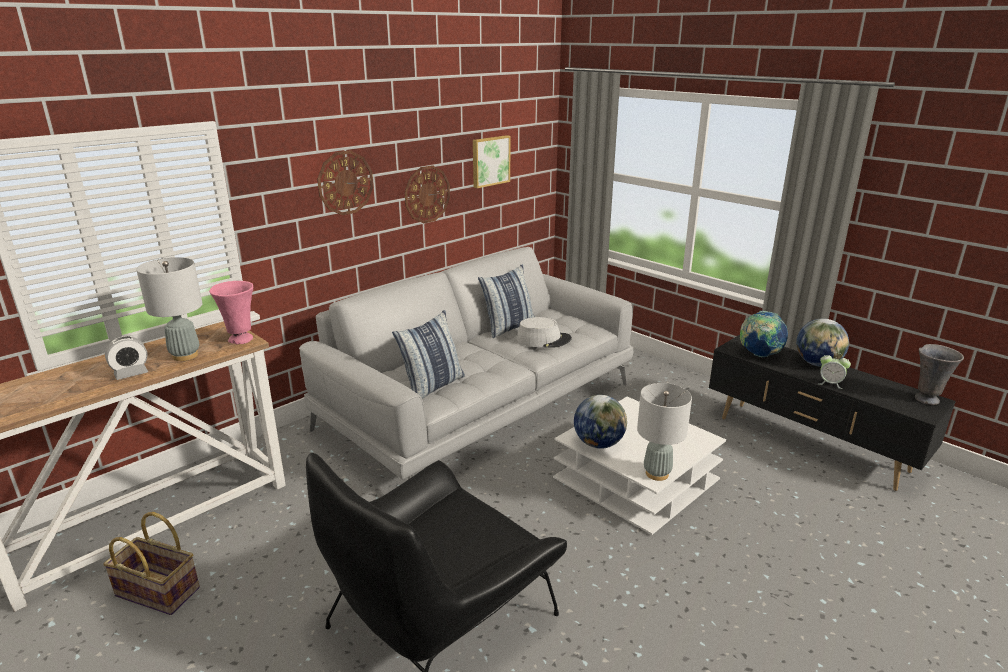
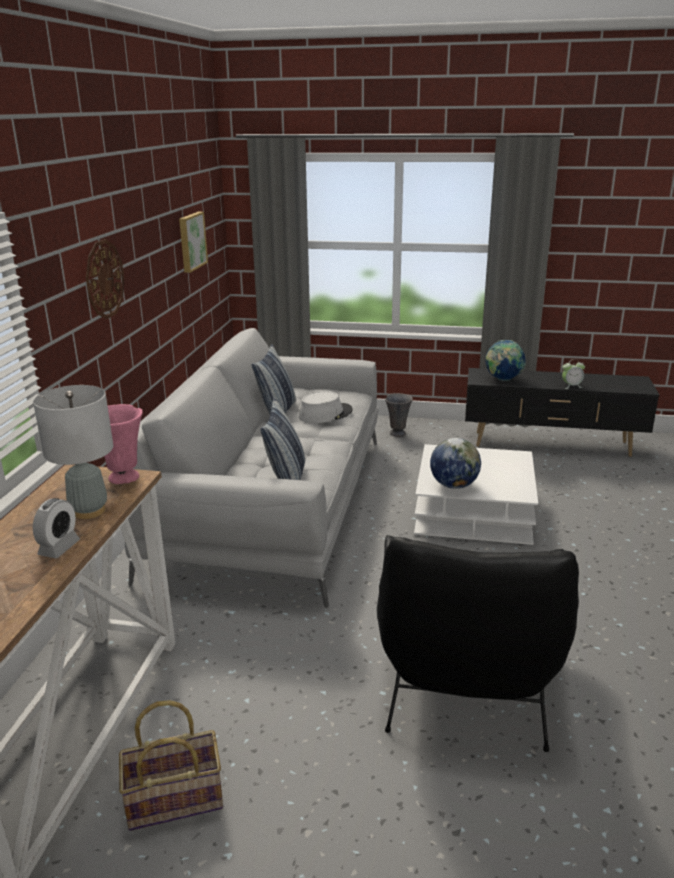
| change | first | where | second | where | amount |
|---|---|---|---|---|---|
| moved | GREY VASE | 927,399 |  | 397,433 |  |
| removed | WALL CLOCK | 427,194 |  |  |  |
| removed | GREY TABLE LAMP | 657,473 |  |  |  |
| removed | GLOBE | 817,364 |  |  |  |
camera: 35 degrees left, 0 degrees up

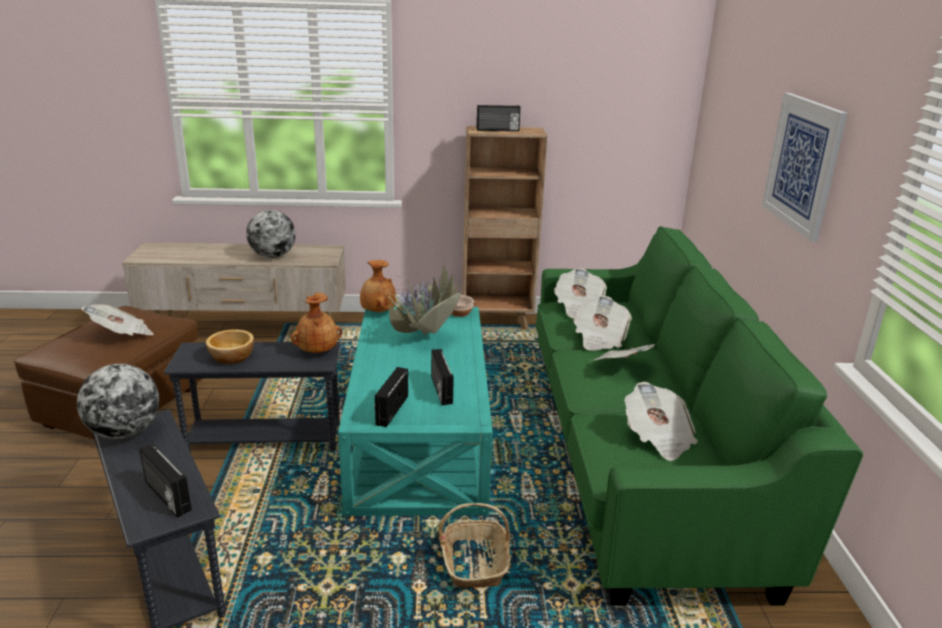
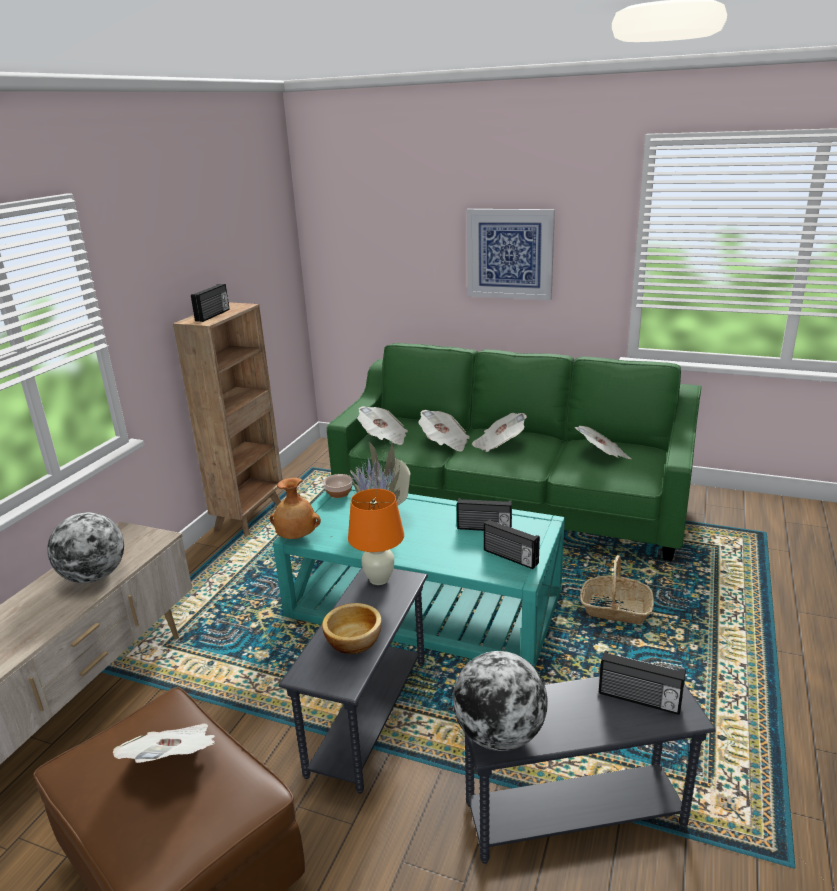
| change | first | where | second | where | amount |
|---|---|---|---|---|---|
| replaced | BROWN VASE | 317,351 | ORANGE TABLE LAMP | 379,579 |  |
| turned | RADIO | 166,496 |  | 639,700 | 45 degrees clockwise |
camera: 65 degrees left, 0 degrees up

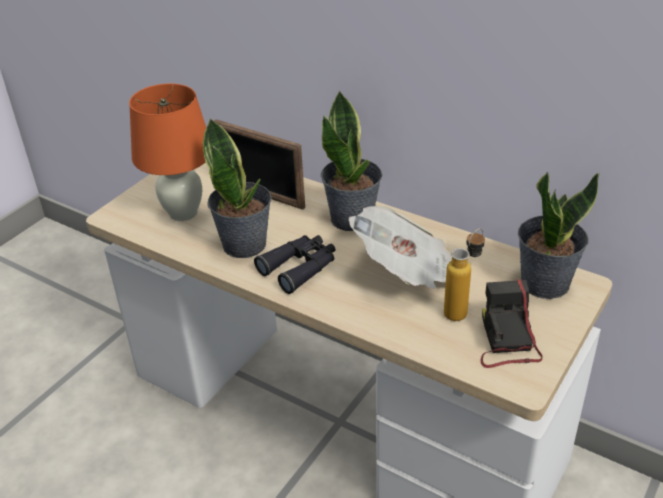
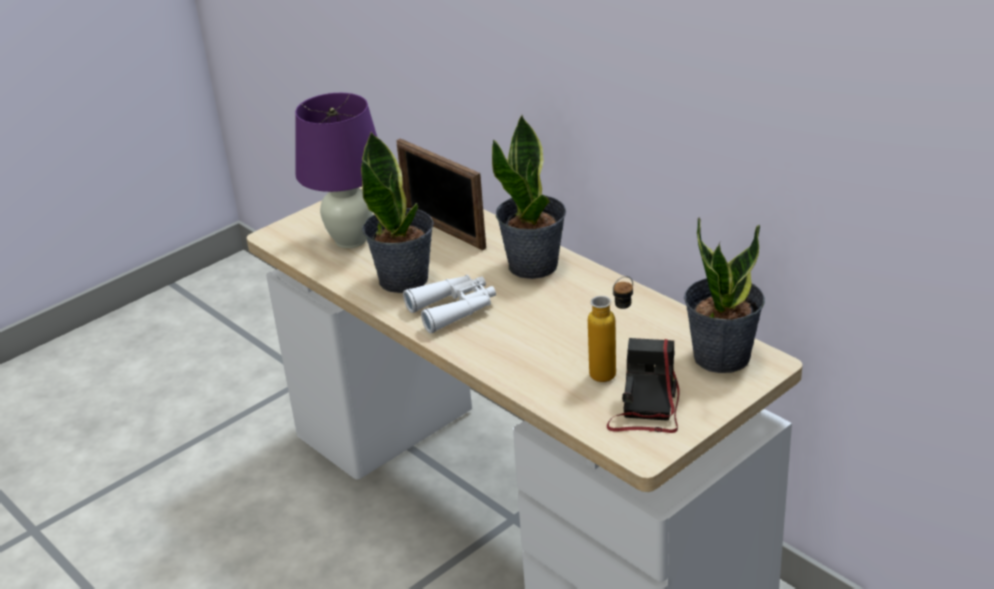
| change | first | where | second | where | amount |
|---|---|---|---|---|---|
| recoloured | ORANGE TABLE LAMP | 183,213 | PURPLE TABLE LAMP | 351,240 |  |
| recoloured | BLACK BINOCULARS | 300,268 | WHITE BINOCULARS | 454,309 |  |
| removed | NEWSPAPER | 409,273 |  |  |  |
camera: 15 degrees right, 5 degrees down

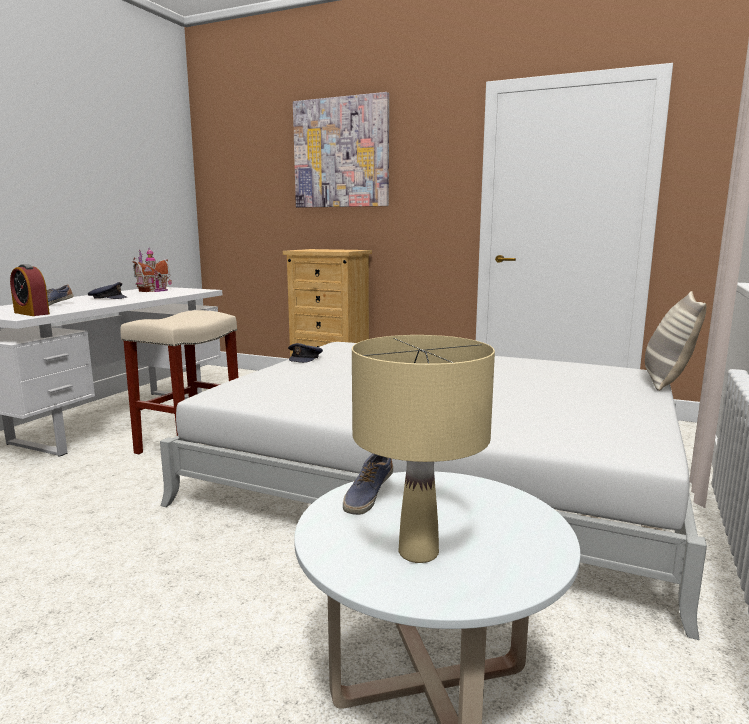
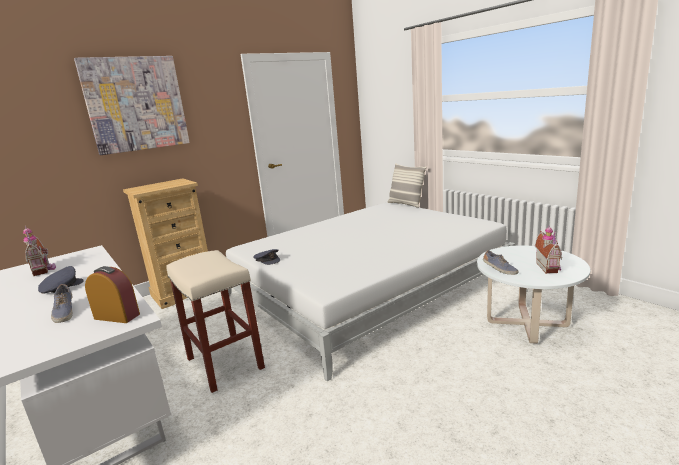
| change | first | where | second | where | amount |
|---|---|---|---|---|---|
| turned | ALARM CLOCK | 31,313 |  | 117,316 | 135 degrees counterclockwise |
| replaced | BEIGE TABLE LAMP | 418,552 | TOY HOUSE | 549,267 |  |
camera: 60 degrees left, 5 degrees up

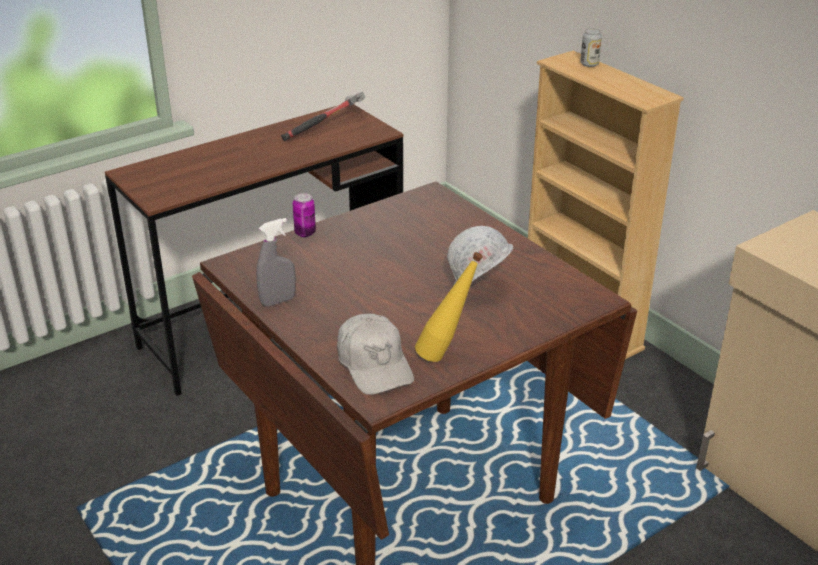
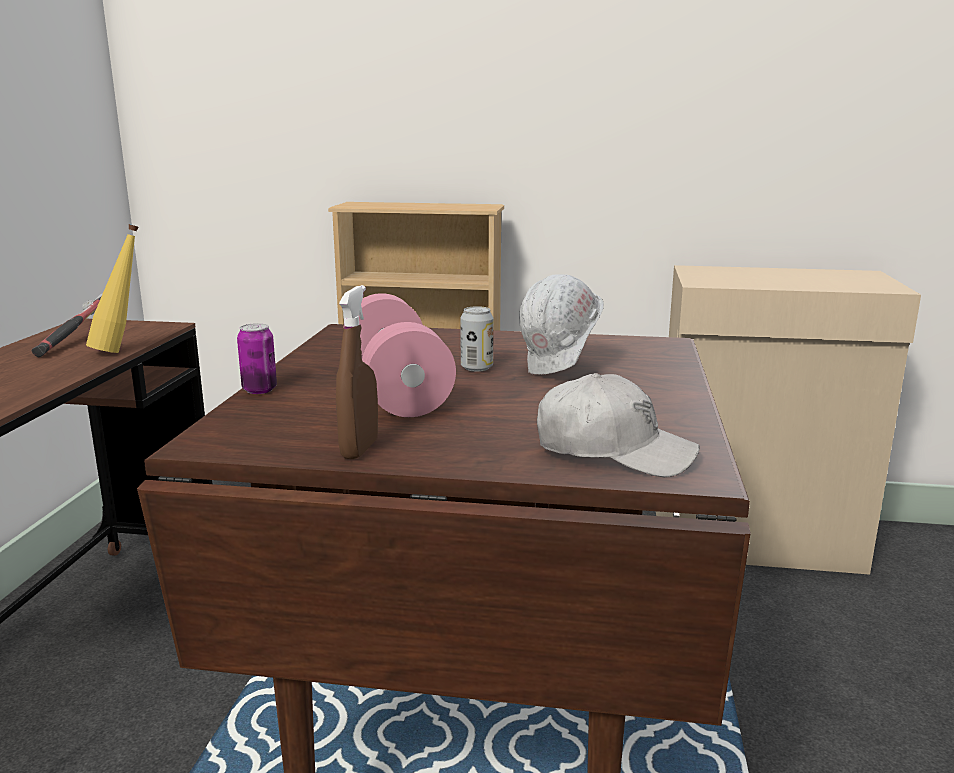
| change | first | where | second | where | amount |
|---|---|---|---|---|---|
| moved | YELLOW BOTTLE | 446,356 |  | 121,350 |  |
| recoloured | GREY SPRAY BOTTLE | 278,301 | BROWN SPRAY BOTTLE | 359,449 |  |
| added |  |  | PINK DUMBBELL | 396,389 |  |
| moved | CAN | 589,64 |  | 476,368 |  |
camera: 45 degrees left, 15 degrees down

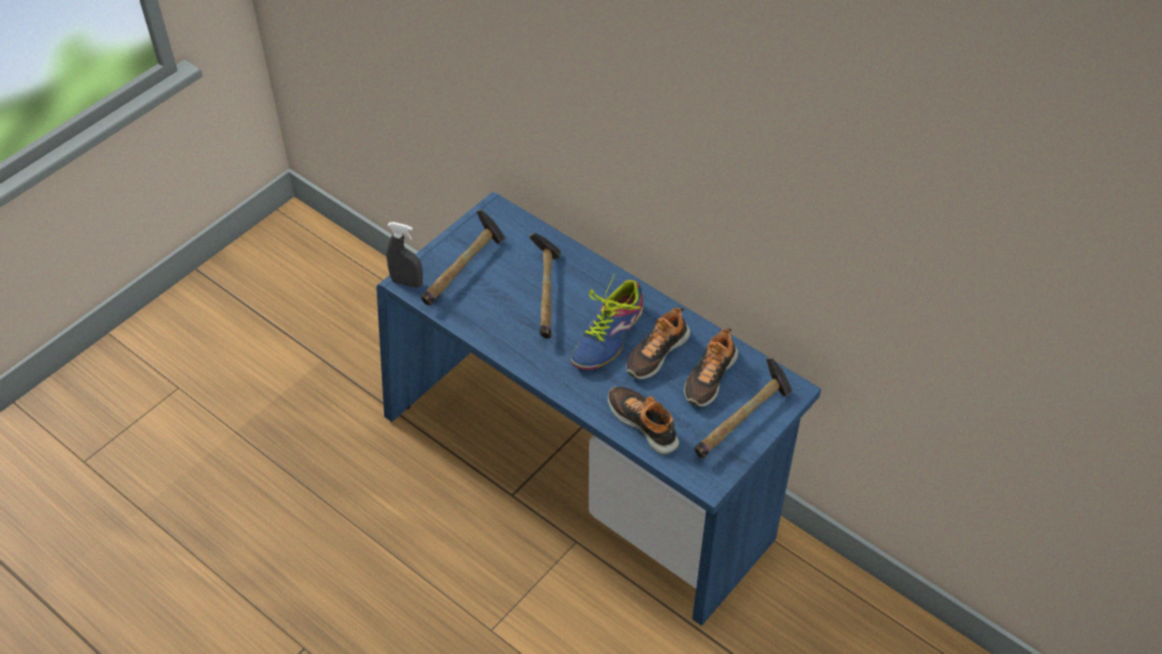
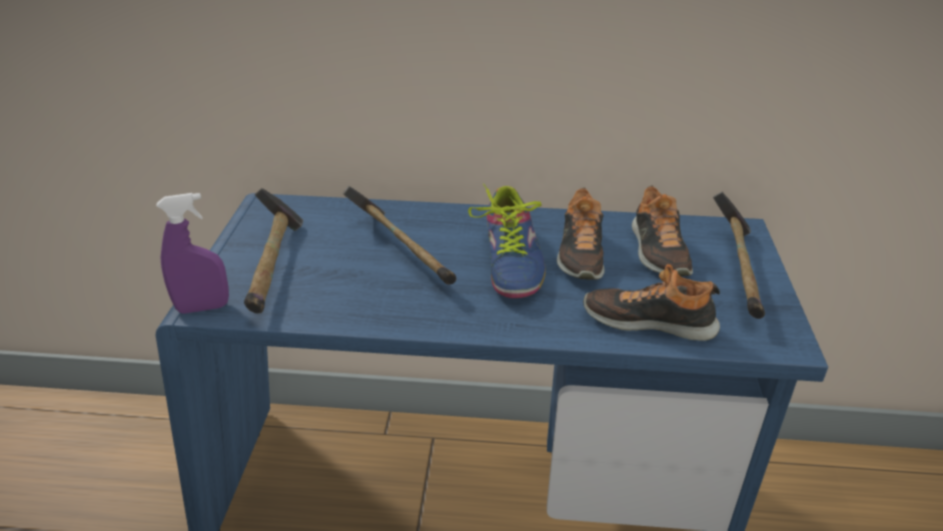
| change | first | where | second | where | amount |
|---|---|---|---|---|---|
| recoloured | GREY SPRAY BOTTLE | 407,282 | PURPLE SPRAY BOTTLE | 203,307 |  |
camera: 35 degrees left, 15 degrees down

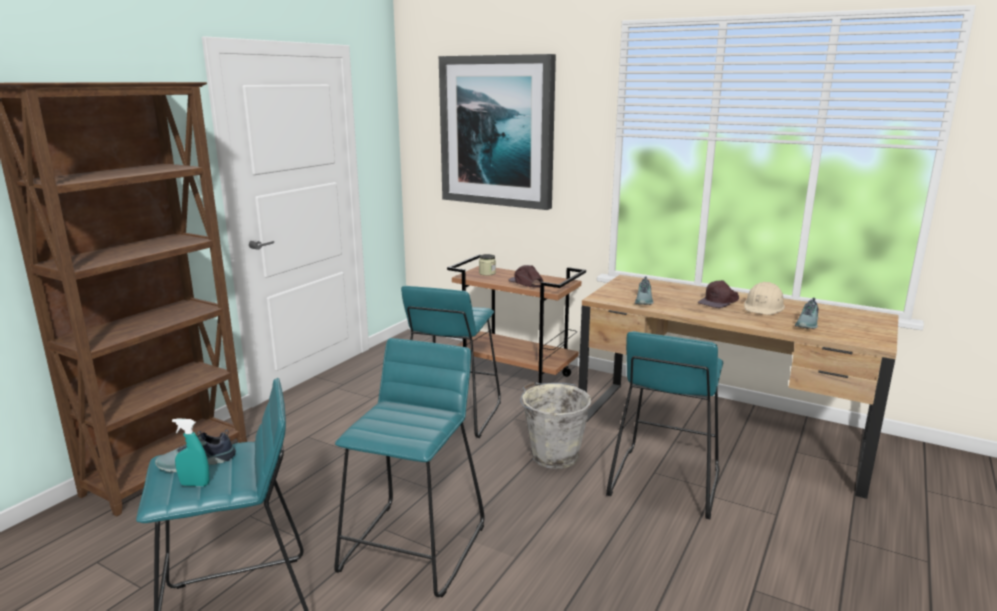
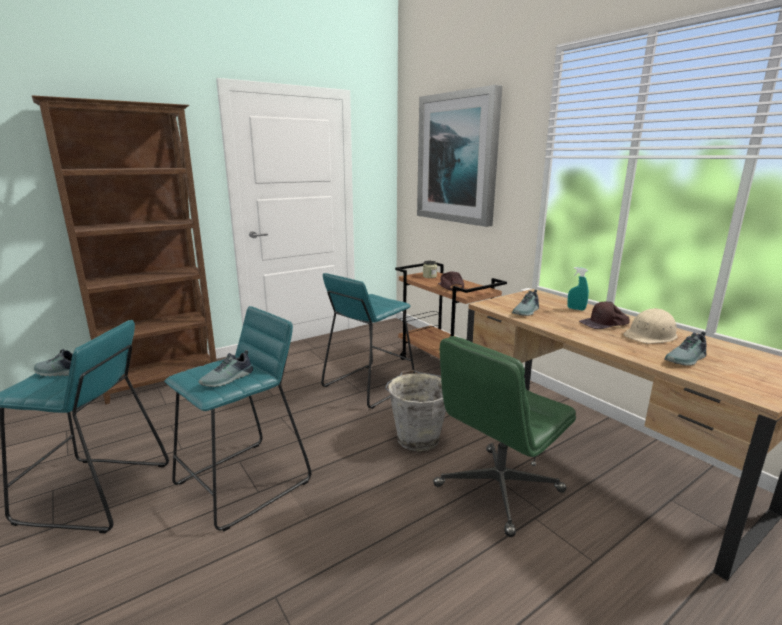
| change | first | where | second | where | amount |
|---|---|---|---|---|---|
| added |  |  | SHOE | 228,379 |  |
| replaced | TURQUOISE STOOL | 664,481 | GREEN OFFICE CHAIR | 497,489 |  |
| moved | TURQUOISE SPRAY BOTTLE | 195,484 |  | 576,309 |  |
camera: 25 degrees right, 0 degrees up

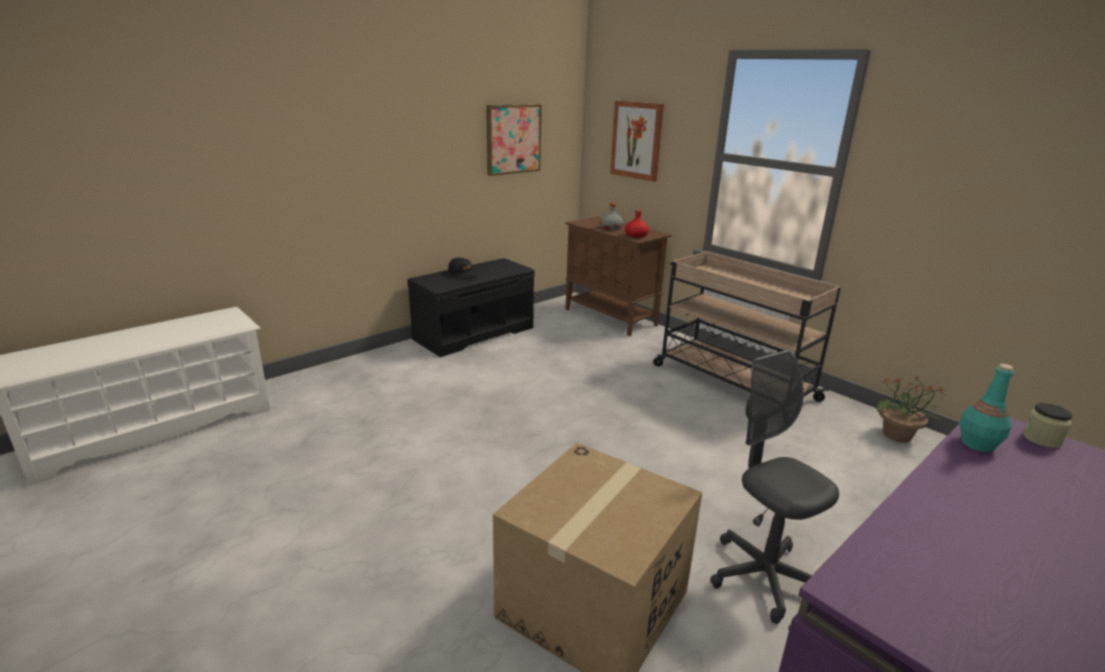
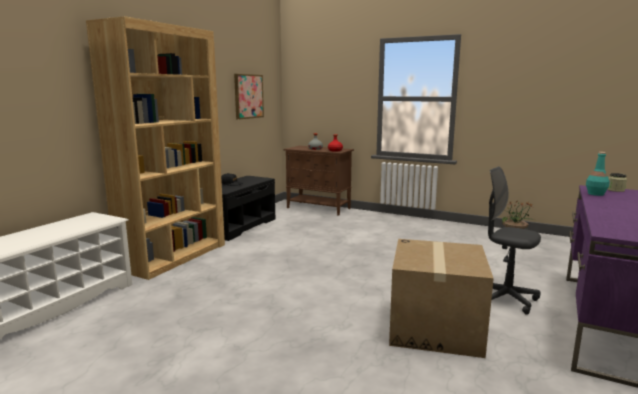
| change | first | where | second | where | amount |
|---|---|---|---|---|---|
| added |  |  | BROWN BOOKCASE | 174,256 |  |
| removed | PICTURE | 637,140 |  |  |  |
| removed | BEIGE CART | 731,381 |  |  |  |
camera: 20 degrees left, 10 degrees down

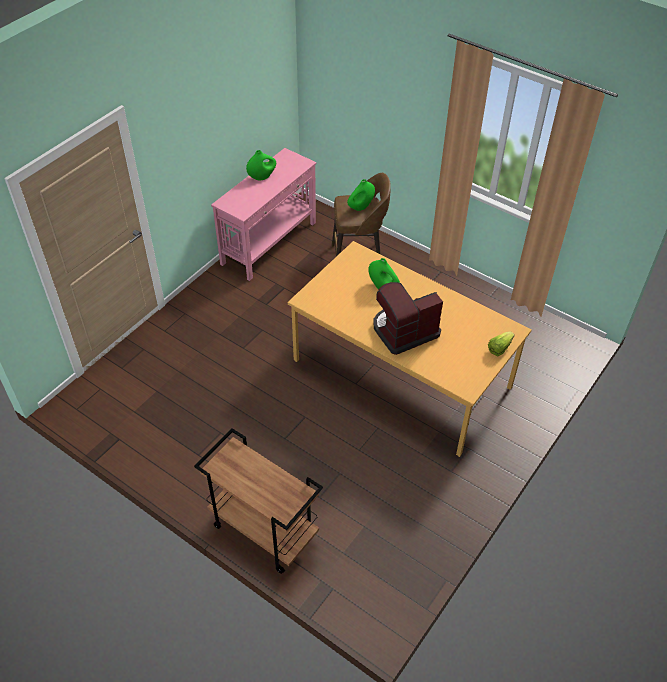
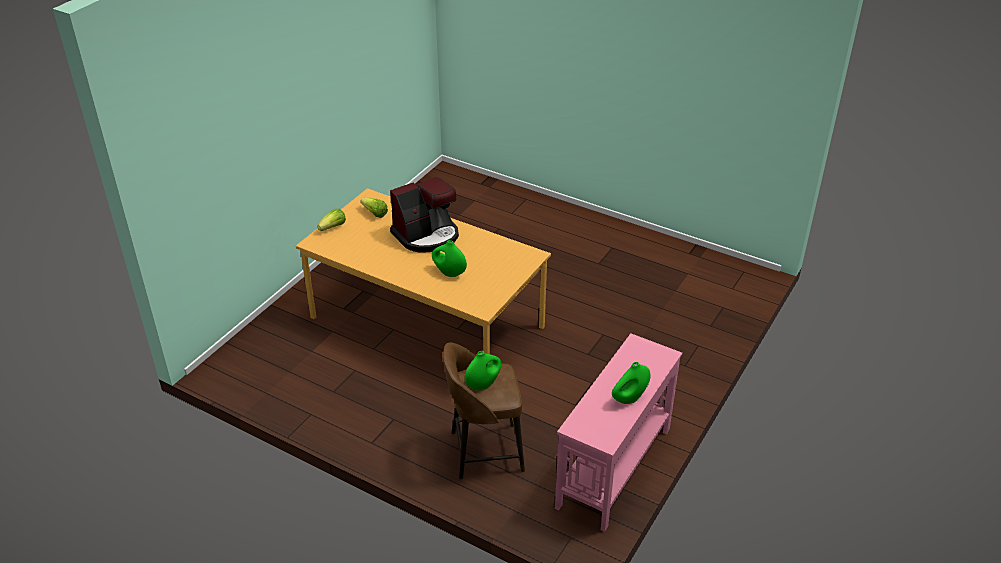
| change | first | where | second | where | amount |
|---|---|---|---|---|---|
| added |  |  | LETTUCE | 375,213 |  |
| removed | BROWN CART | 263,530 |  |  |  |
camera: 175 degrees right, 10 degrees down

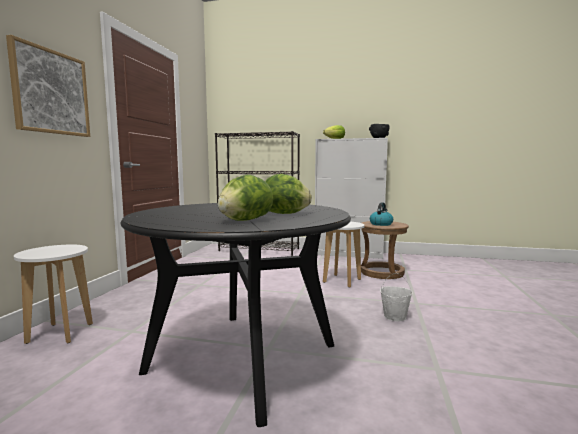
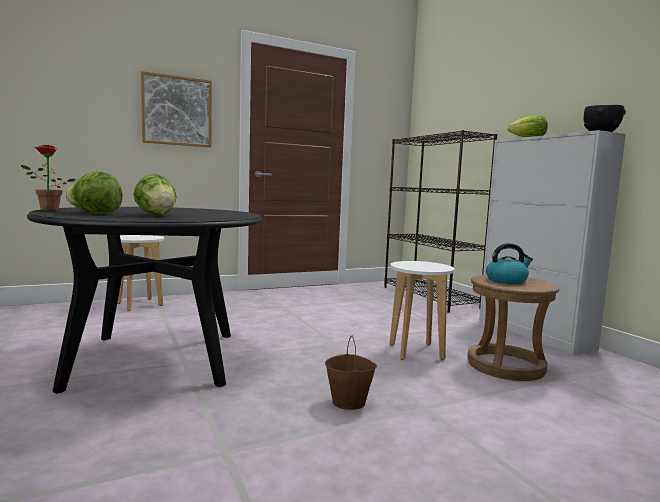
| change | first | where | second | where | amount |
|---|---|---|---|---|---|
| added |  |  | POTTED PLANT | 47,210 |  |
| recoloured | WHITE BUCKET | 395,316 | BROWN BUCKET | 349,402 |  |
camera: 50 degrees right, 0 degrees up

